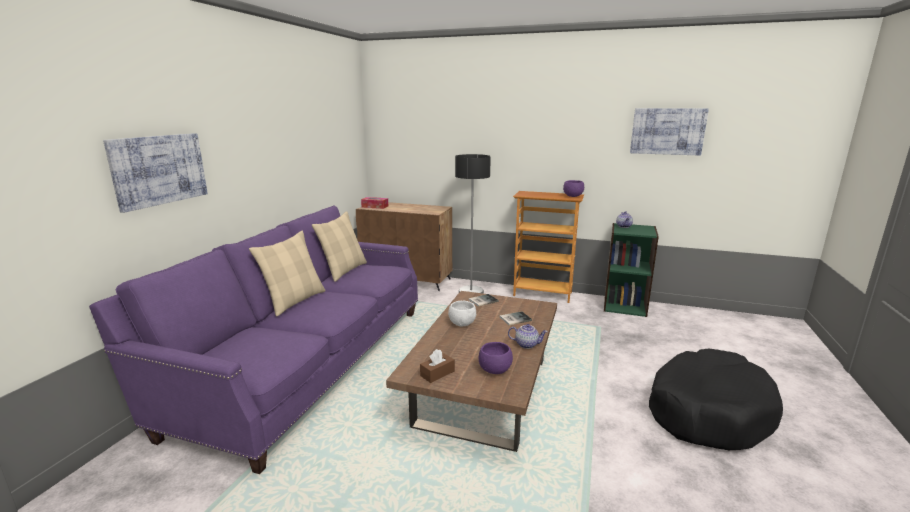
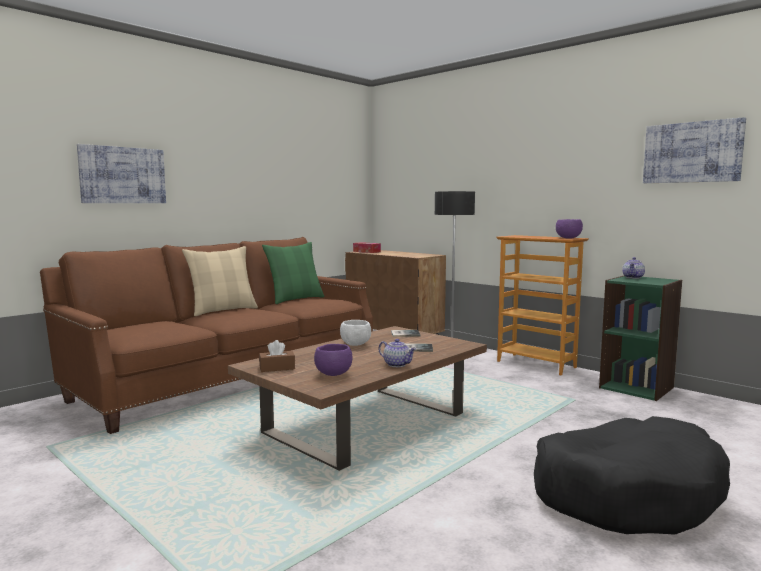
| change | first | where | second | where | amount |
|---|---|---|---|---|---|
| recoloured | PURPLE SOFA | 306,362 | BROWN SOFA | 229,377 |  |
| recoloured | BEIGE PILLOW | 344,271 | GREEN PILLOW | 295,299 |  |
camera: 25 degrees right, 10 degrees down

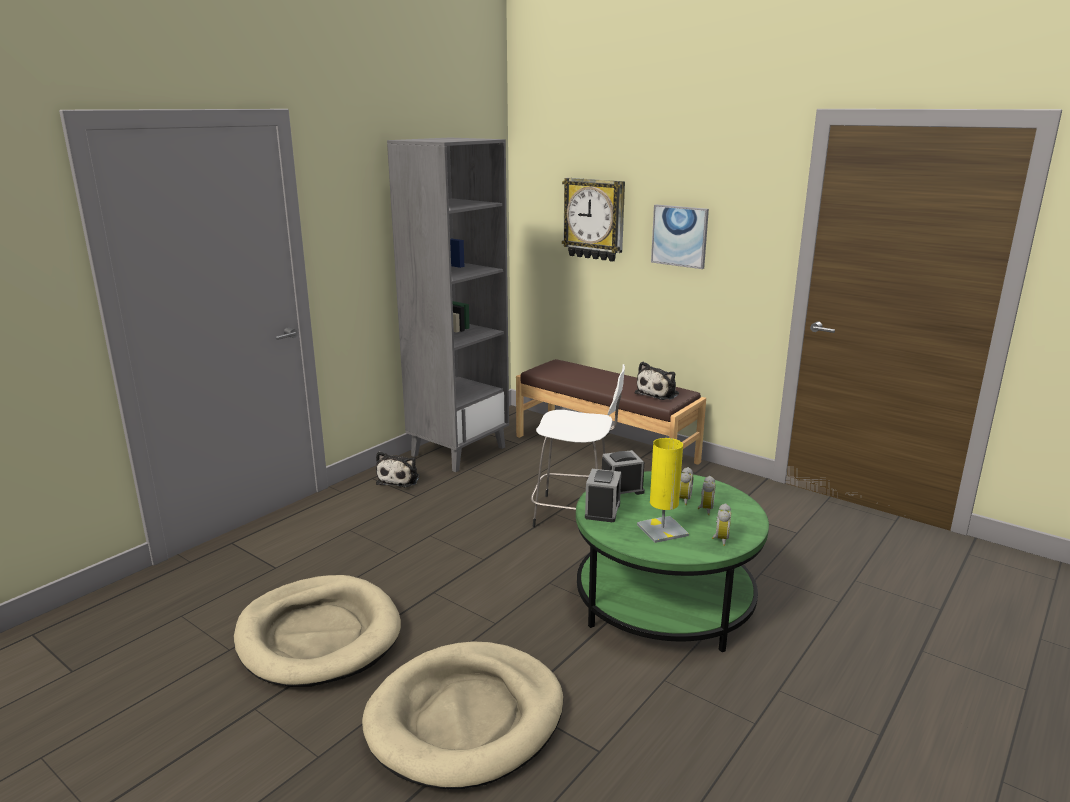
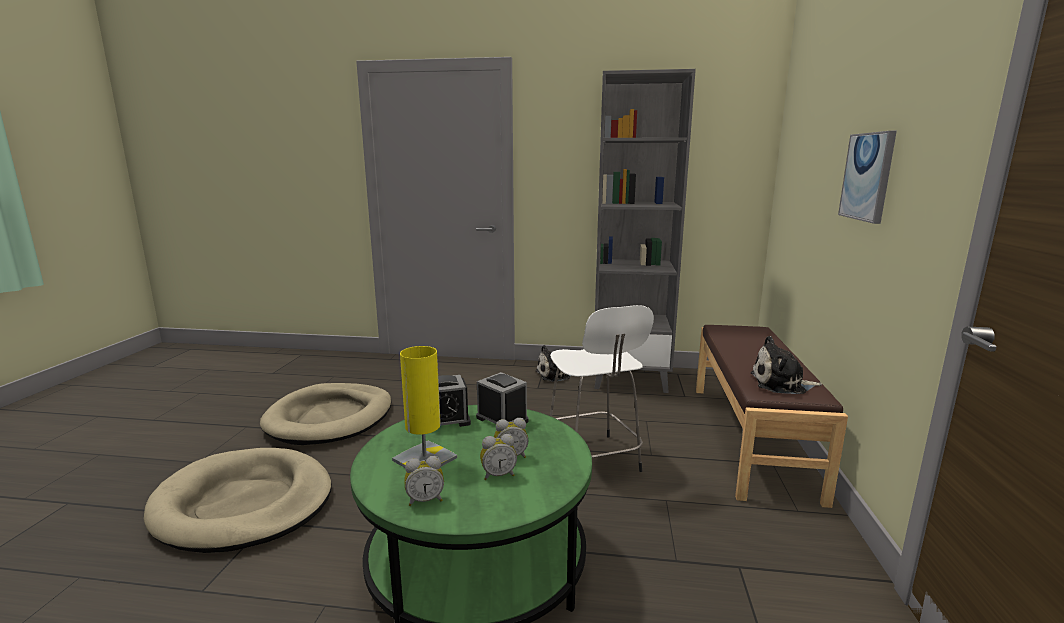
| change | first | where | second | where | amount |
|---|---|---|---|---|---|
| removed | WALL CLOCK | 594,219 |  |  |  |
camera: 60 degrees right, 5 degrees down

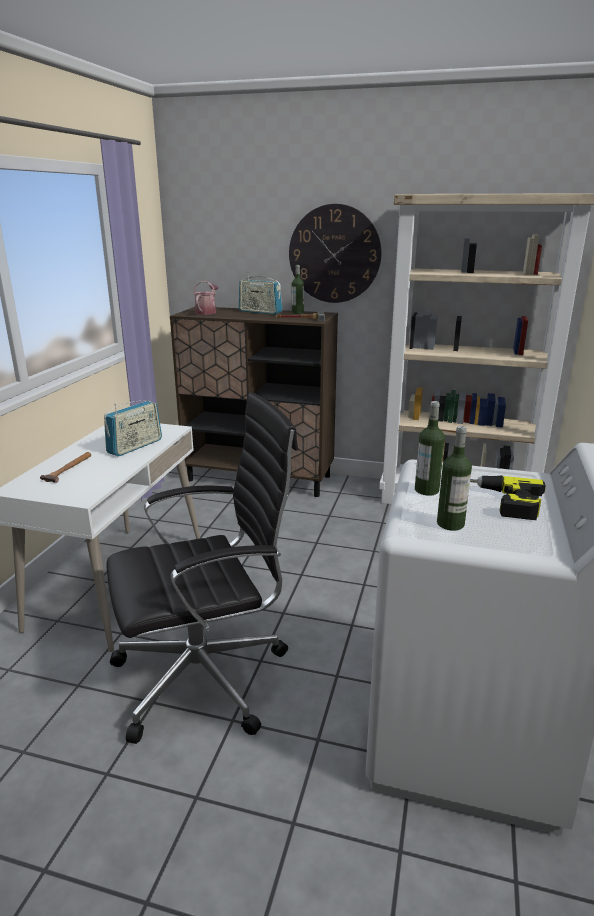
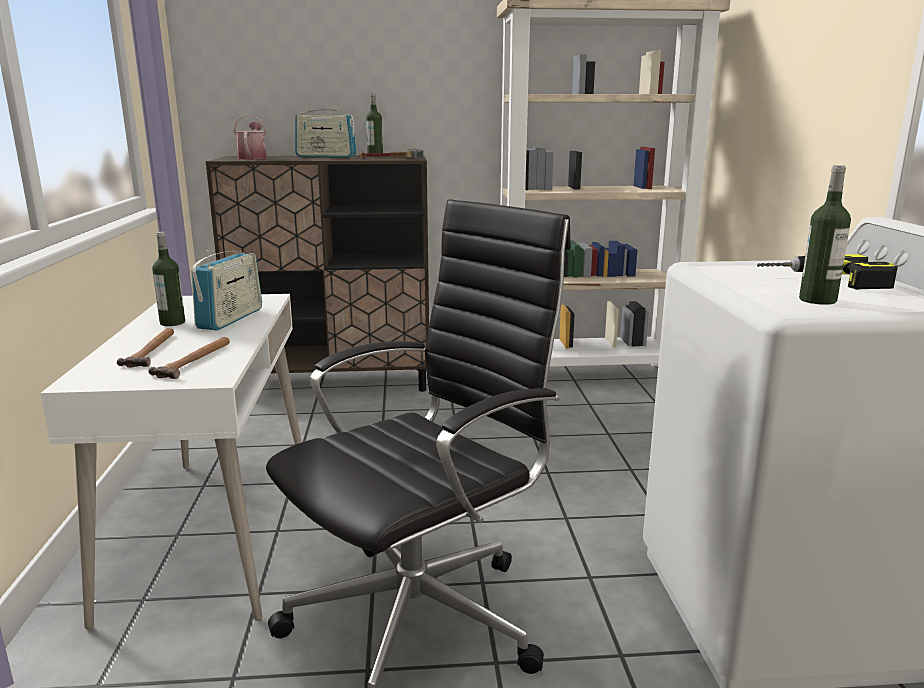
| change | first | where | second | where | amount |
|---|---|---|---|---|---|
| added |  |  | HAMMER | 195,360 |  |
| moved | BOTTLE | 426,490 |  | 172,323 |  |
| removed | WALL CLOCK | 334,254 |  |  |  |
camera: 20 degrees left, 5 degrees down

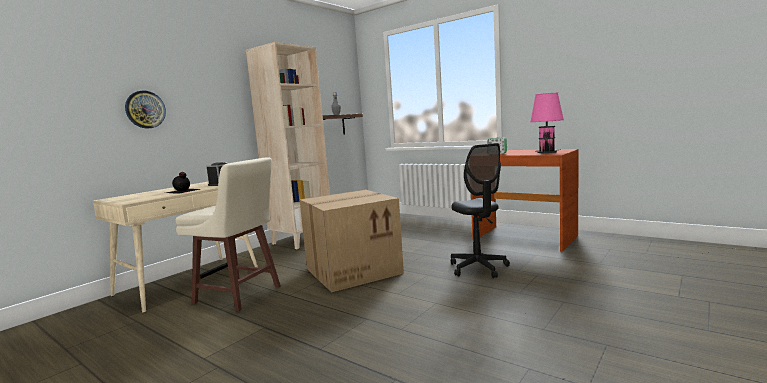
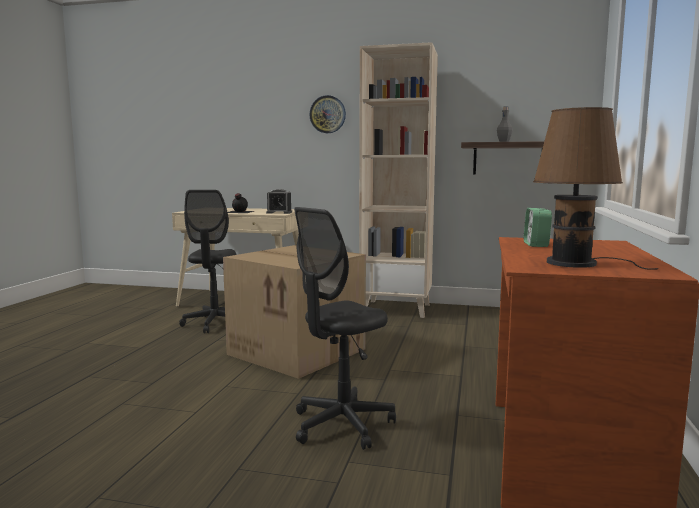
| change | first | where | second | where | amount |
|---|---|---|---|---|---|
| replaced | BEIGE STOOL | 239,295 | BLACK OFFICE CHAIR | 214,323 |  |
| moved | WALL CLOCK | 145,109 |  | 327,114 |  |
| recoloured | PINK TABLE LAMP | 546,152 | BROWN TABLE LAMP | 577,263 |  |
camera: 65 degrees right, 0 degrees up

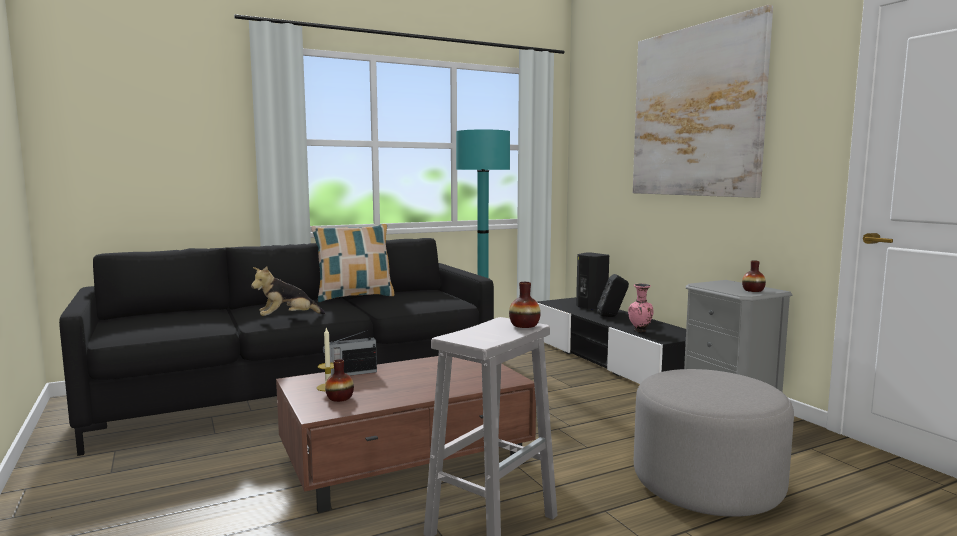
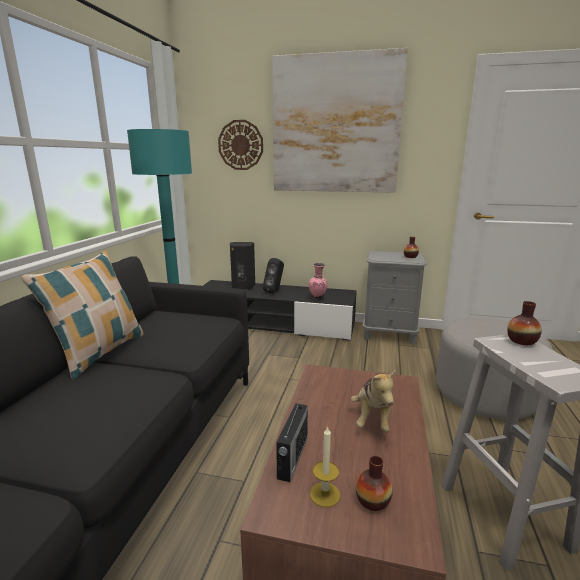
| change | first | where | second | where | amount |
|---|---|---|---|---|---|
| added |  |  | WALL CLOCK | 240,145 |  |
| moved | PLUSH TOY | 287,318 |  | 373,418 |  |
camera: 50 degrees left, 10 degrees up

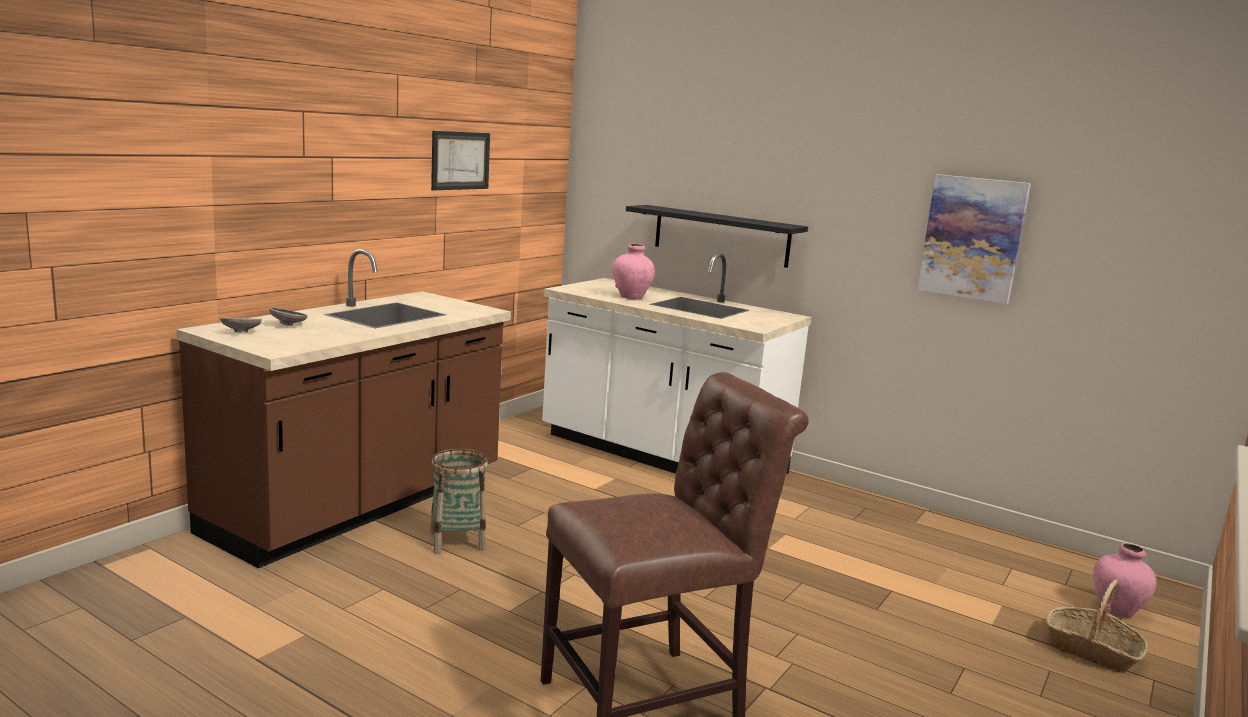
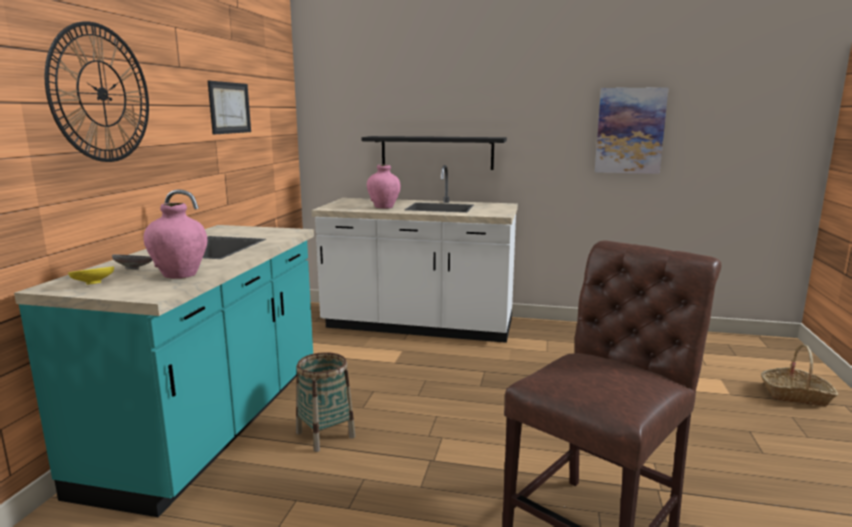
| change | first | where | second | where | amount |
|---|---|---|---|---|---|
| recoloured | BROWN COUNTER | 360,505 | TURQUOISE COUNTER | 213,425 |  |
| added |  |  | WALL CLOCK | 102,94 |  |
| recoloured | GREY BOWL | 241,332 | YELLOW BOWL | 93,284 |  |
| moved | PINK VASE | 1116,610 |  | 180,275 |  |
camera: 20 degrees left, 0 degrees up

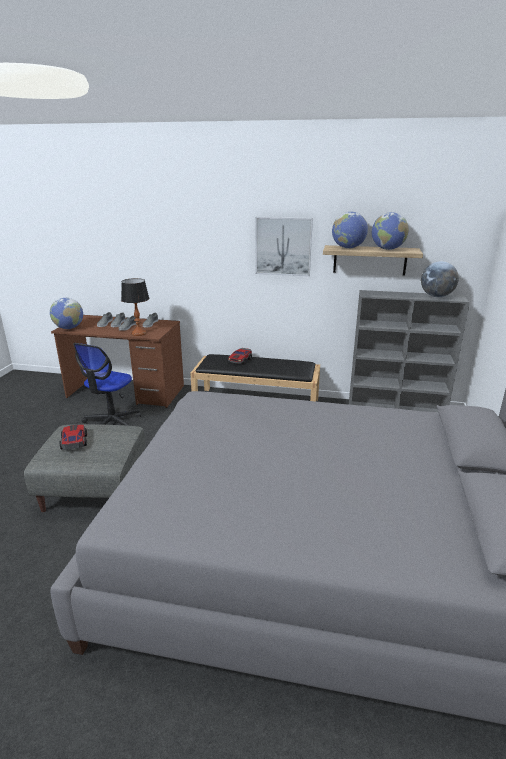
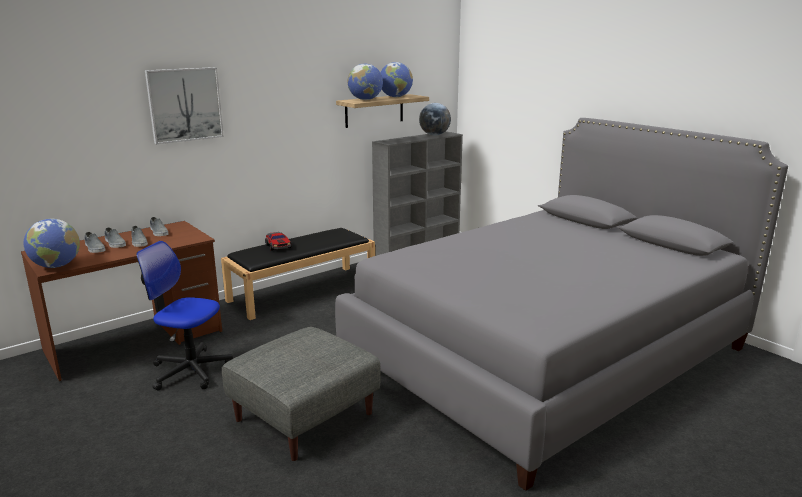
| change | first | where | second | where | amount |
|---|---|---|---|---|---|
| turned | OFFICE CHAIR | 112,423 |  | 190,370 | 135 degrees clockwise |
| moved | PICTURE | 283,246 |  | 185,104 |  |
| removed | TOY CAR | 74,442 |  |  |  |
| removed | TABLE LAMP | 138,333 |  |  |  |
camera: 50 degrees left, 5 degrees down

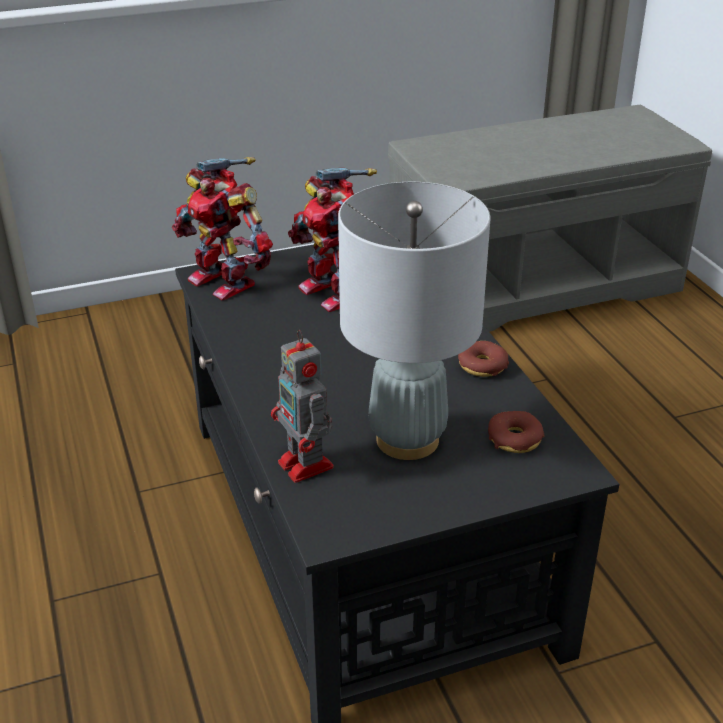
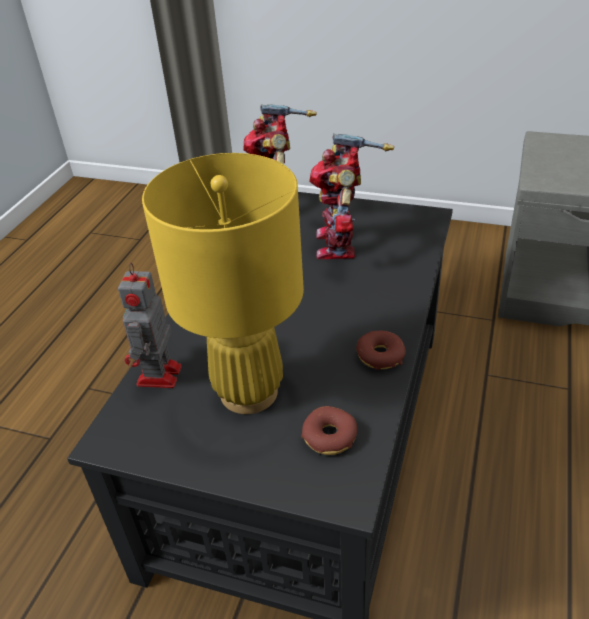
| change | first | where | second | where | amount |
|---|---|---|---|---|---|
| recoloured | GREY TABLE LAMP | 408,439 | YELLOW TABLE LAMP | 249,392 |  |
camera: 40 degrees right, 5 degrees up

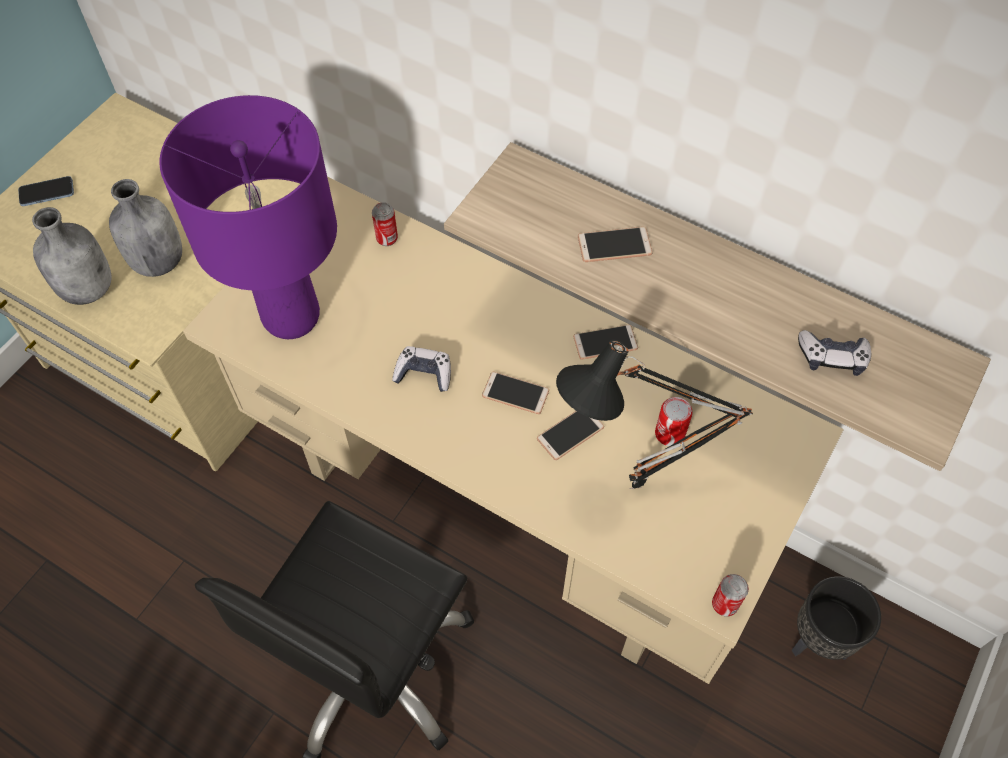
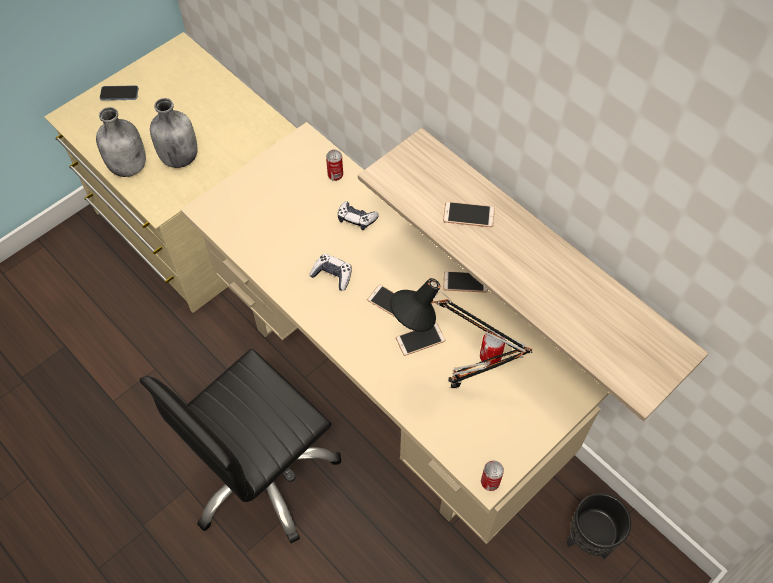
| change | first | where | second | where | amount |
|---|---|---|---|---|---|
| moved | GAME CONTROLLER | 832,357 |  | 356,219 |  |
| removed | PURPLE TABLE LAMP | 292,317 |  |  |  |
camera: 15 degrees right, 0 degrees up

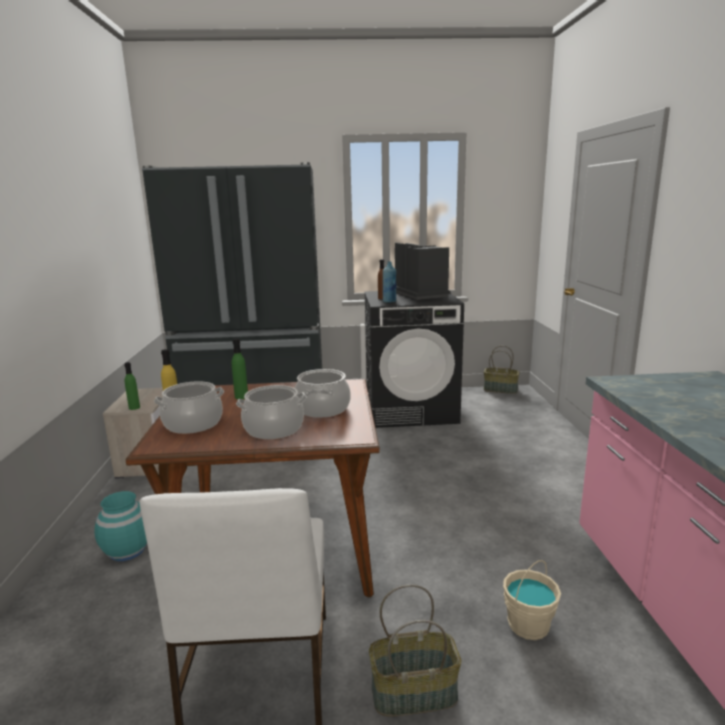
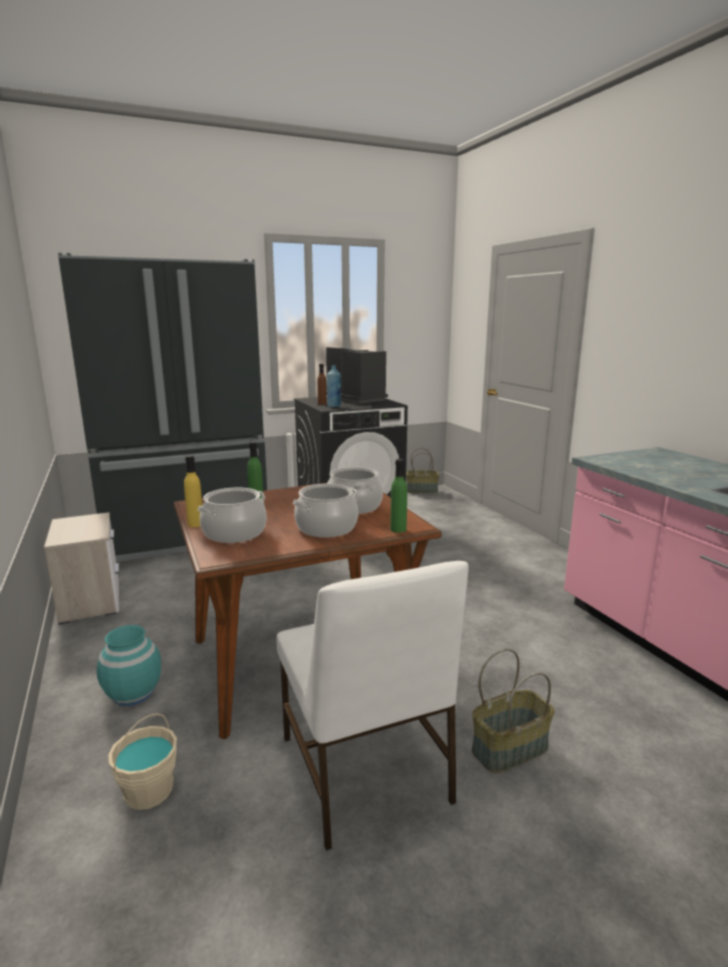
| change | first | where | second | where | amount |
|---|---|---|---|---|---|
| moved | BEIGE BUCKET | 528,625 |  | 149,791 |  |
| moved | GREEN BOTTLE | 134,407 |  | 398,529 |  |
camera: 20 degrees left, 0 degrees up

